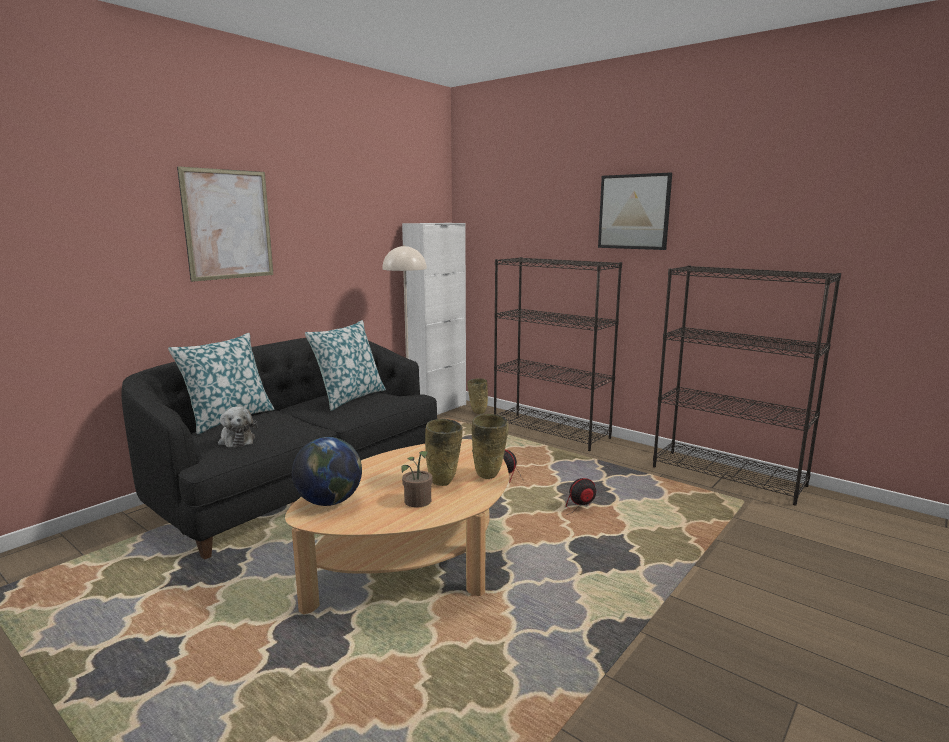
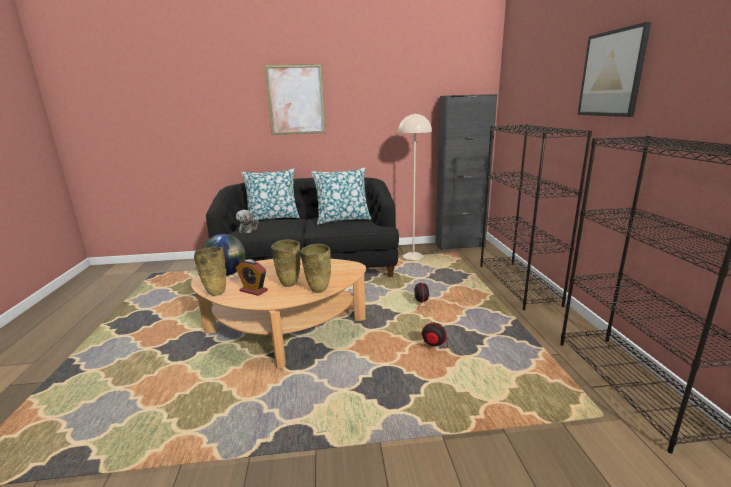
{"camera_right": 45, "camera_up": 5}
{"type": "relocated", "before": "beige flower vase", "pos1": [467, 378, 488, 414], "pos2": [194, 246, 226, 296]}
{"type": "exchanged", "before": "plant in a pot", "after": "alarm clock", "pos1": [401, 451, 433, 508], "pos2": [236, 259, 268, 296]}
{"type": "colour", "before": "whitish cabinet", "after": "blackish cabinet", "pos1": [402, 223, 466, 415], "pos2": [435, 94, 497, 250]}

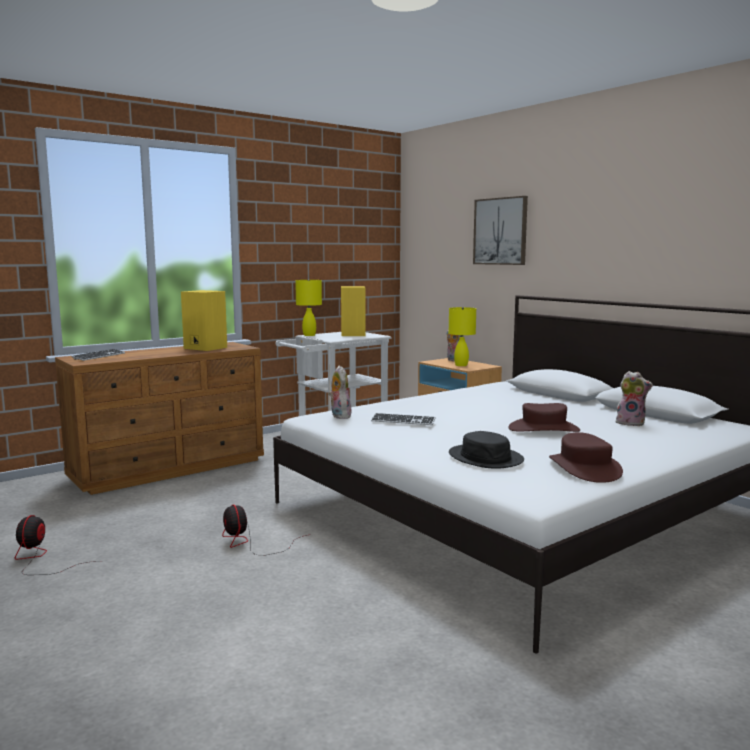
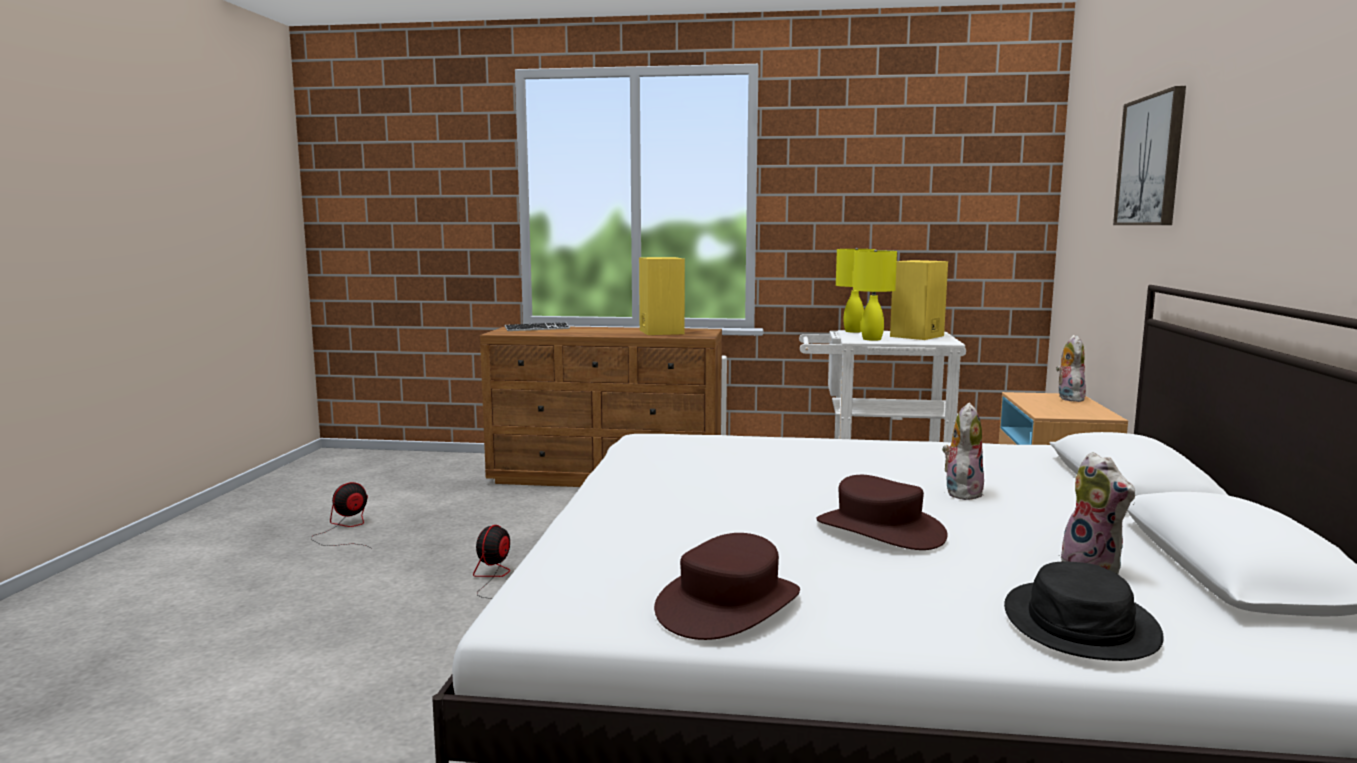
{"camera_right": 45, "camera_up": 0}
{"type": "missing", "before": "PC keyboard", "pos1": [371, 413, 436, 425]}
{"type": "relocated", "before": "cuddly toy", "pos1": [328, 366, 351, 419], "pos2": [942, 403, 984, 500]}
{"type": "relocated", "before": "yellow-coloured lamp for a table", "pos1": [449, 307, 476, 366], "pos2": [853, 249, 897, 341]}
{"type": "relocated", "before": "blackish clothing hat", "pos1": [449, 431, 524, 469], "pos2": [1004, 561, 1164, 661]}

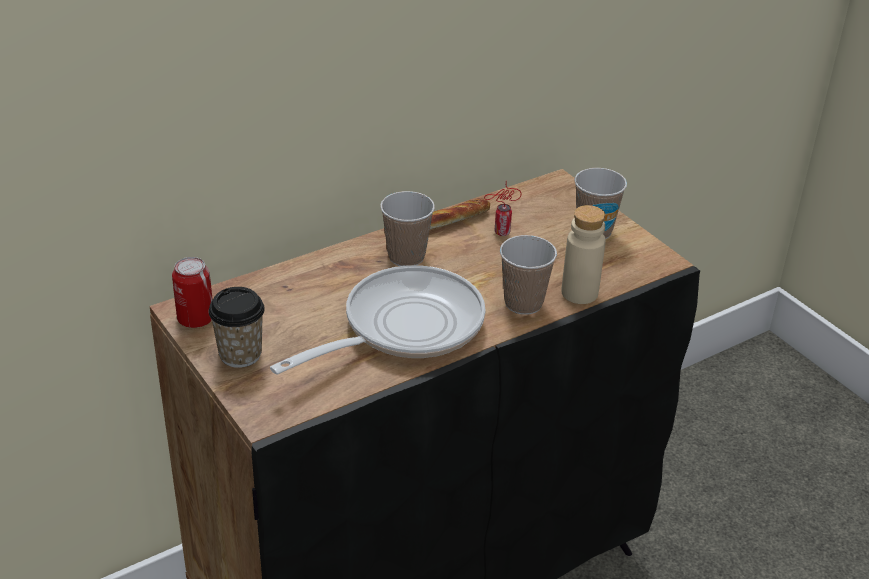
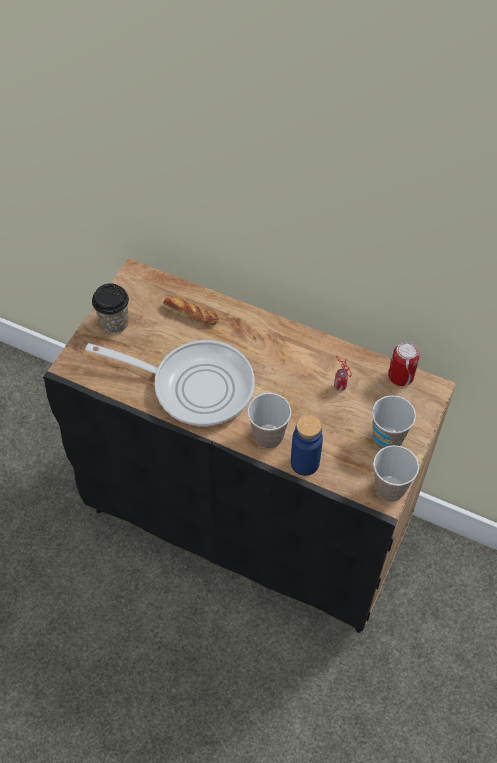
{"camera_right": 60, "camera_up": 20}
{"type": "relocated", "before": "metal can", "pos1": [172, 257, 213, 328], "pos2": [388, 341, 420, 386]}
{"type": "relocated", "before": "small cup", "pos1": [380, 191, 435, 266], "pos2": [373, 445, 419, 502]}
{"type": "relocated", "before": "bread", "pos1": [430, 198, 490, 230], "pos2": [163, 297, 219, 325]}
{"type": "colour", "before": "beige drink bottle", "after": "blue-coloured drink bottle", "pos1": [561, 205, 606, 304], "pos2": [291, 415, 323, 476]}

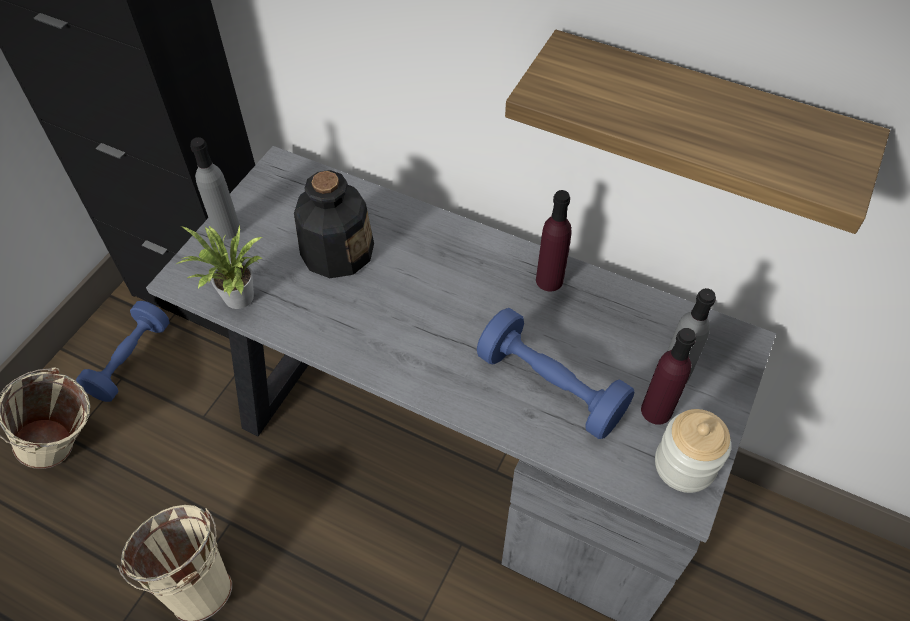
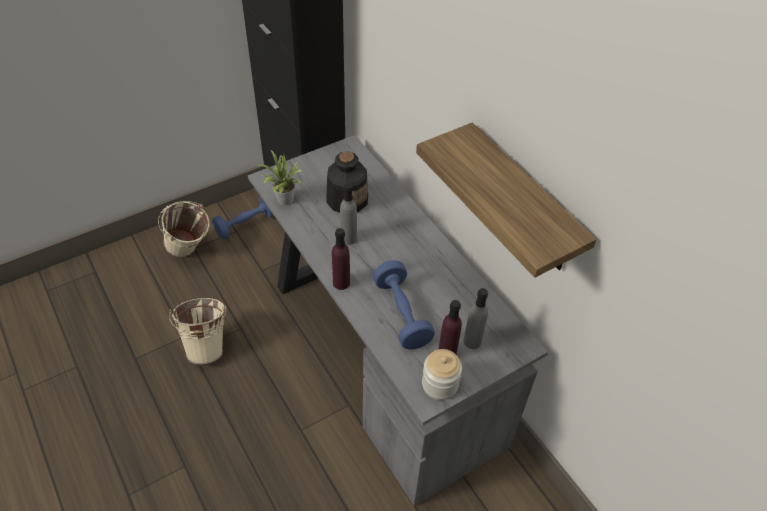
{"camera_right": 30, "camera_up": -5}
{"type": "relocated", "before": "grey drink bottle", "pos1": [190, 137, 240, 240], "pos2": [340, 183, 357, 245]}
{"type": "relocated", "before": "purplish drink bottle", "pos1": [536, 190, 572, 292], "pos2": [332, 228, 350, 290]}

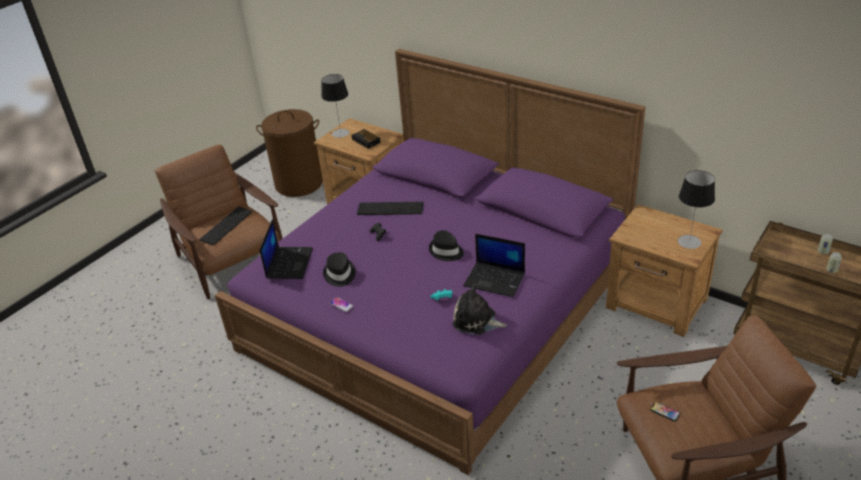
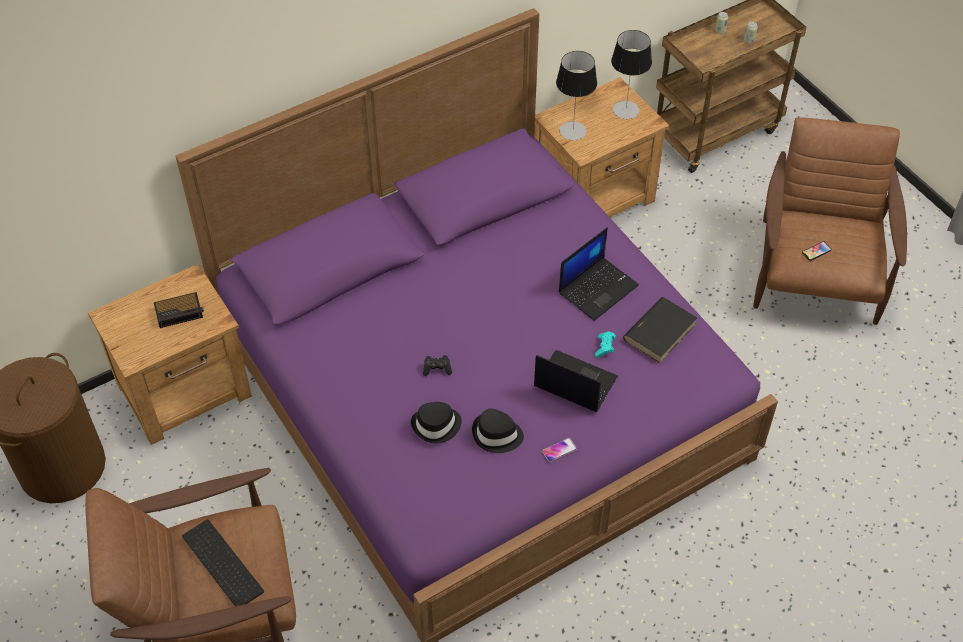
{"camera_right": -70, "camera_up": 15}
{"type": "missing", "before": "PC keyboard", "pos1": [357, 202, 424, 215]}
{"type": "relocated", "before": "notebook computer", "pos1": [260, 219, 313, 279], "pos2": [534, 350, 618, 412]}
{"type": "relocated", "before": "lamp for a table", "pos1": [321, 74, 349, 138], "pos2": [556, 51, 597, 140]}
{"type": "relocated", "before": "blackish clothing hat", "pos1": [429, 230, 464, 261], "pos2": [411, 402, 462, 443]}
{"type": "exchanged", "before": "cuddly toy", "after": "blackish book", "pos1": [452, 284, 507, 335], "pos2": [623, 297, 697, 363]}

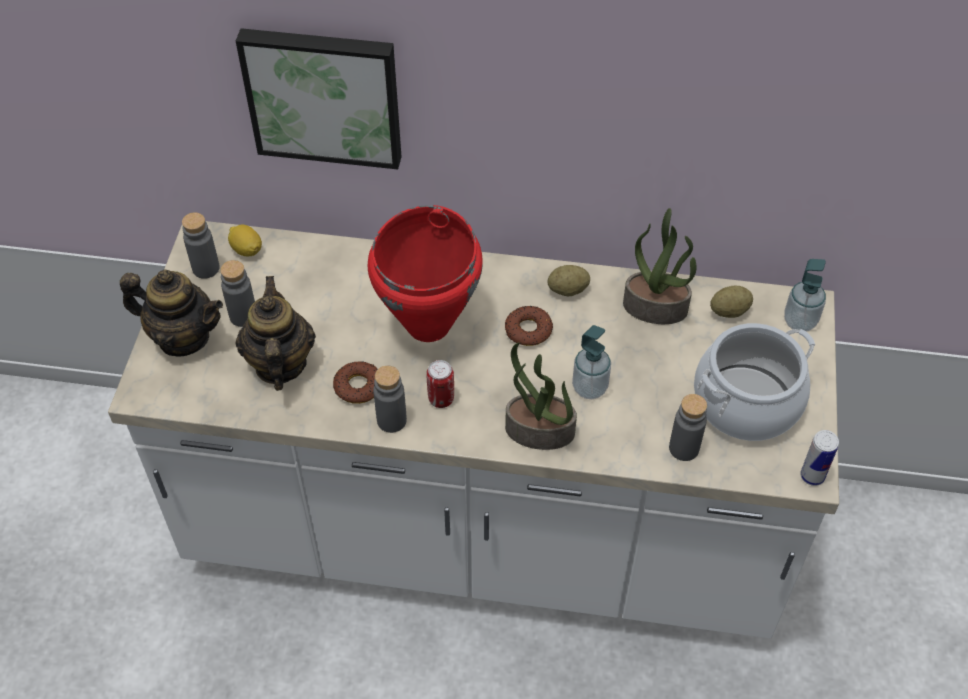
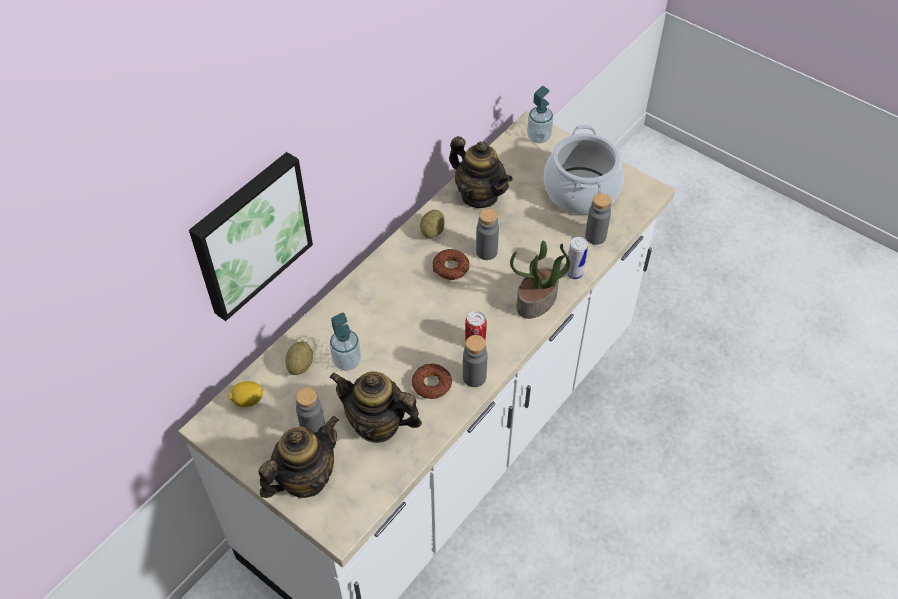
{"camera_right": -60, "camera_up": 0}
{"type": "missing", "before": "reddish saucepot", "pos1": [368, 205, 483, 342]}
{"type": "relocated", "before": "grey drink bottle", "pos1": [182, 212, 220, 279], "pos2": [476, 208, 499, 260]}
{"type": "relocated", "before": "soap bottle", "pos1": [572, 325, 611, 399], "pos2": [330, 313, 361, 371]}
{"type": "relocated", "before": "whole potato", "pos1": [710, 286, 753, 318], "pos2": [285, 341, 313, 375]}
{"type": "relocated", "before": "metal can", "pos1": [800, 430, 839, 486], "pos2": [566, 237, 588, 280]}
{"type": "exchanged", "before": "plant in a pot", "after": "teapot", "pos1": [623, 208, 696, 324], "pos2": [449, 136, 513, 208]}

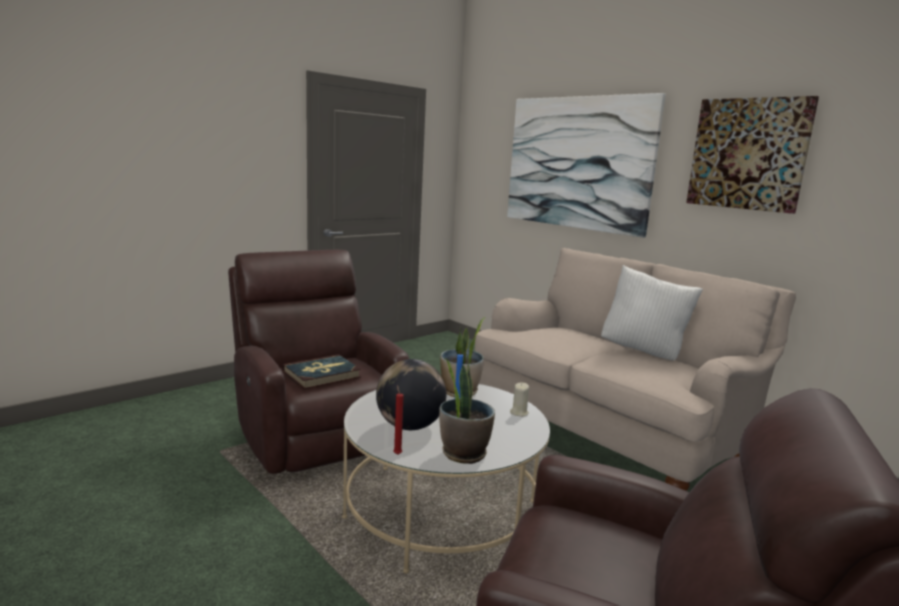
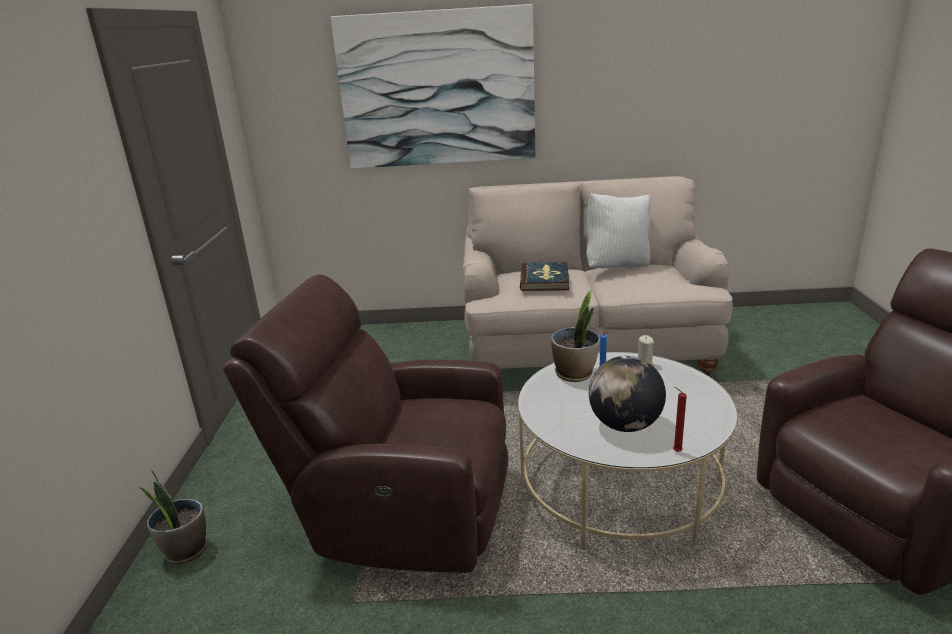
{"camera_right": -45, "camera_up": 10}
{"type": "missing", "before": "wall art", "pos1": [686, 96, 819, 214]}
{"type": "relocated", "before": "book", "pos1": [282, 354, 361, 389], "pos2": [520, 262, 569, 291]}
{"type": "relocated", "before": "plant in a pot", "pos1": [439, 355, 495, 464], "pos2": [138, 470, 207, 564]}

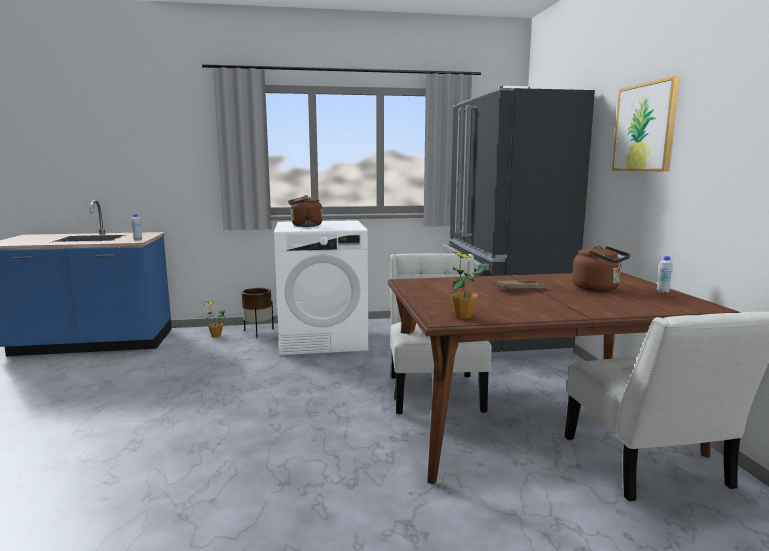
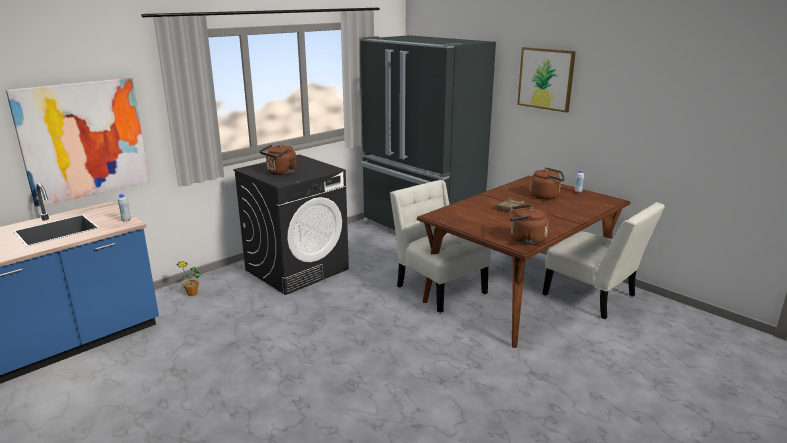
{"camera_right": -35, "camera_up": 10}
{"type": "missing", "before": "brown flower pot", "pos1": [241, 288, 274, 338]}
{"type": "appeared", "after": "wall art", "pos2": [6, 78, 150, 207]}
{"type": "exchanged", "before": "plant in a pot", "after": "brown water kettle", "pos1": [450, 252, 486, 319], "pos2": [510, 205, 548, 245]}
{"type": "colour", "before": "whitish washing machine", "after": "blackish washing machine", "pos1": [274, 220, 368, 355], "pos2": [233, 154, 349, 295]}

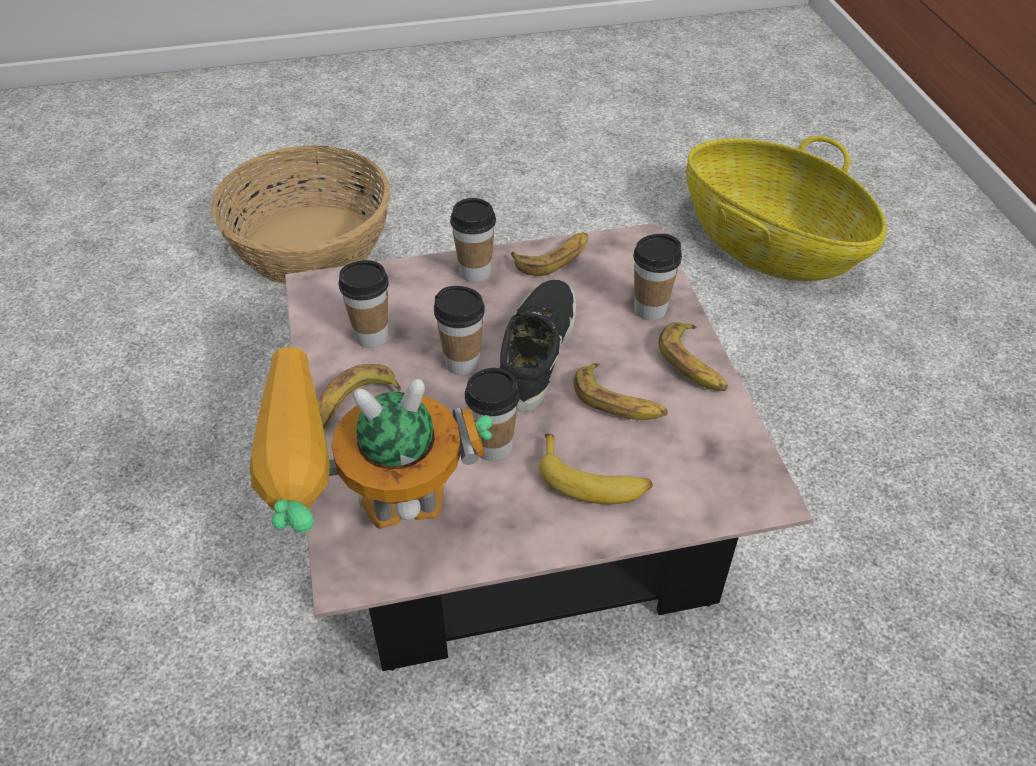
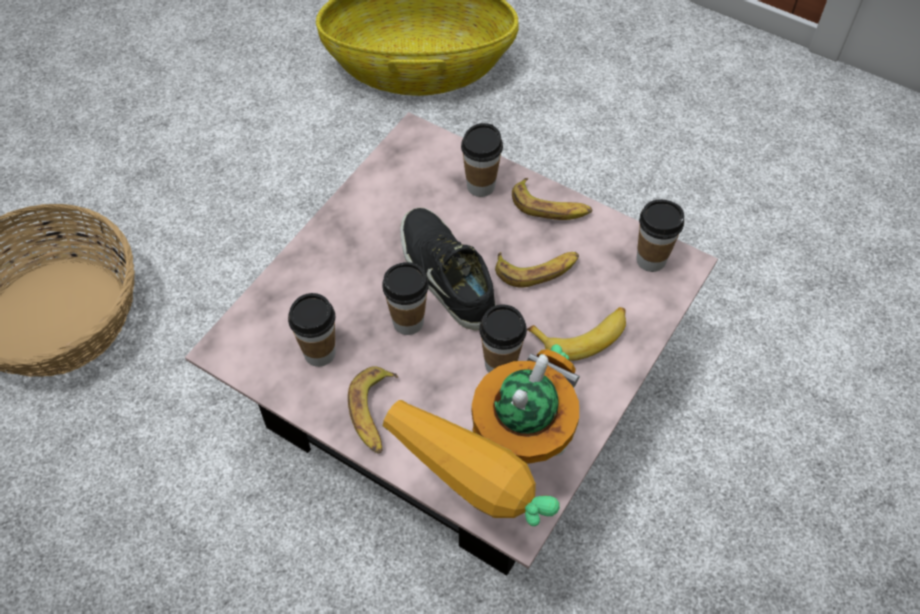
{"camera_right": -45, "camera_up": 10}
{"type": "missing", "before": "banana fruit", "pos1": [511, 233, 588, 276]}
{"type": "relocated", "before": "small cup", "pos1": [450, 198, 496, 282], "pos2": [636, 200, 684, 272]}

